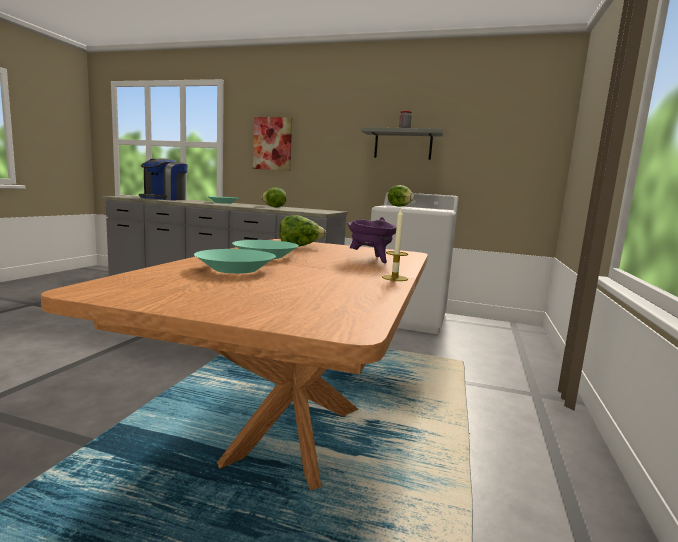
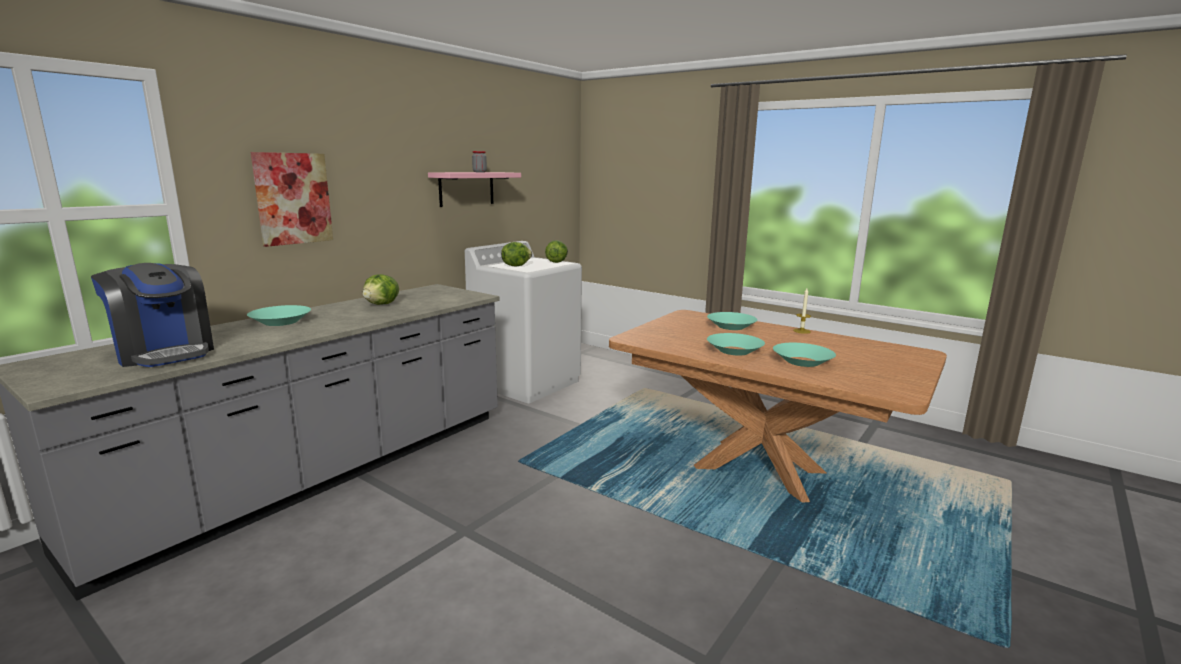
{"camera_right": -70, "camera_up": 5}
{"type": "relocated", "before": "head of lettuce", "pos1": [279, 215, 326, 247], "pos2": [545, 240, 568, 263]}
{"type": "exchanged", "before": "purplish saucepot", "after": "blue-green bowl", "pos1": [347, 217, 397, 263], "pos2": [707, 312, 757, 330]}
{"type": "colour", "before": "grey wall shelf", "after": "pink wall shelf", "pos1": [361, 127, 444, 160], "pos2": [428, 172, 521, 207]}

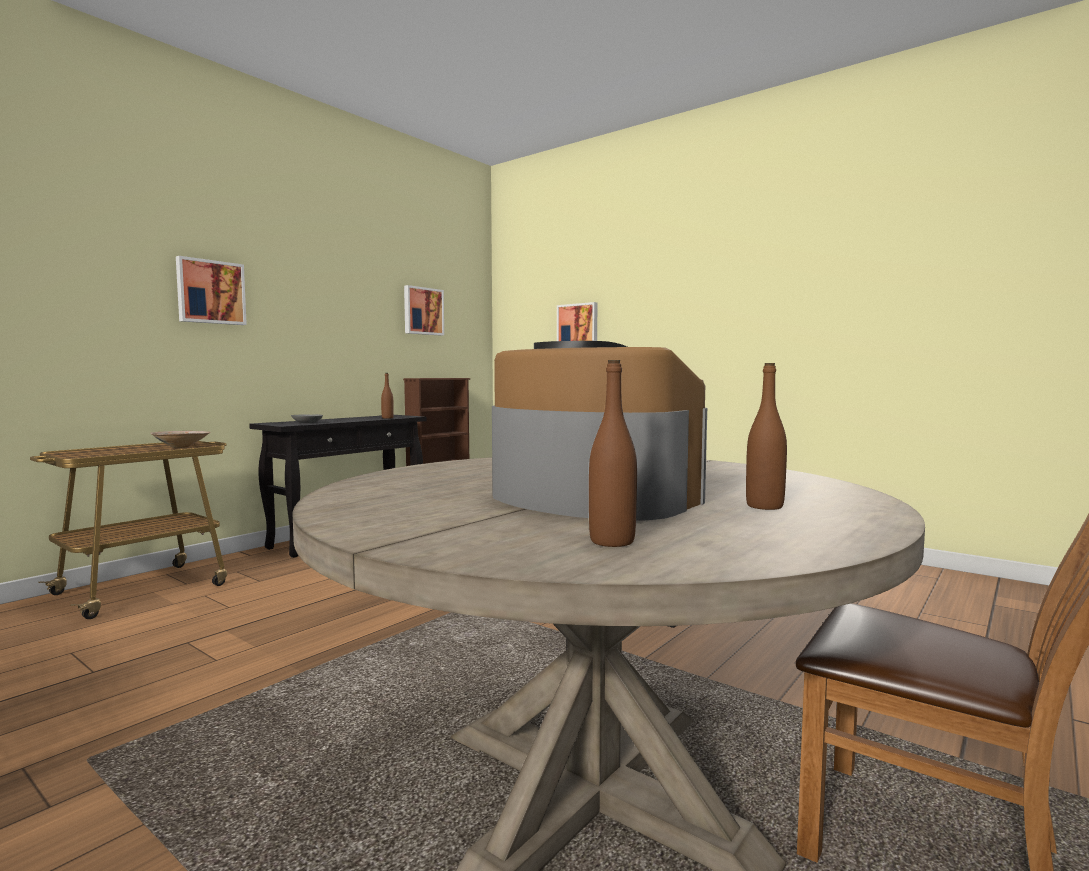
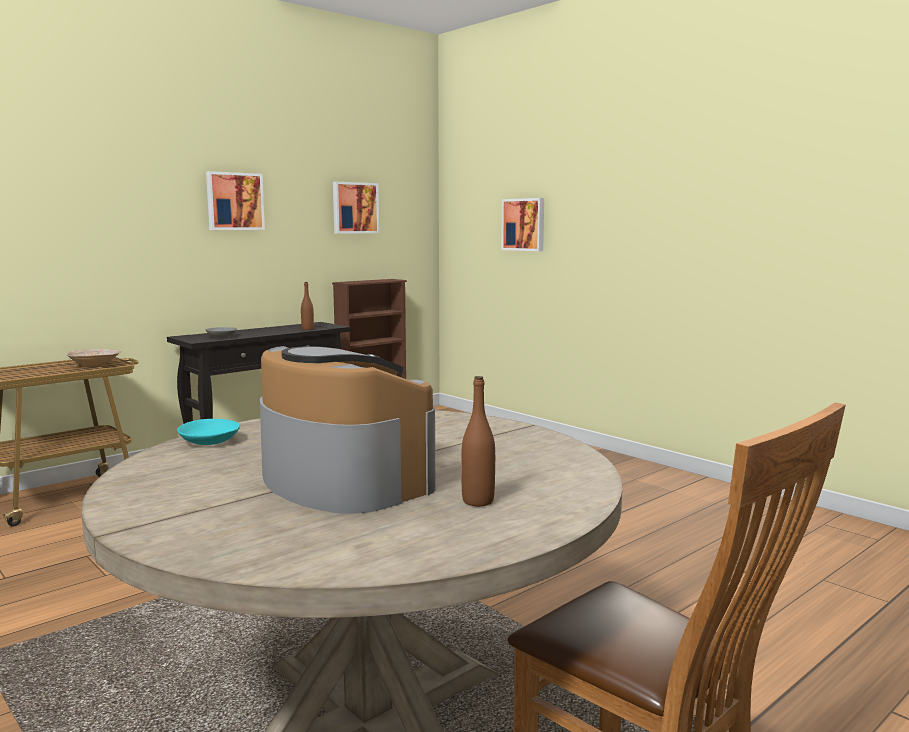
{"camera_right": 10, "camera_up": 5}
{"type": "missing", "before": "brown drink bottle", "pos1": [589, 360, 637, 547]}
{"type": "appeared", "after": "blue-green bowl", "pos2": [177, 419, 240, 445]}
{"type": "relocated", "before": "wall art", "pos1": [176, 256, 247, 325], "pos2": [206, 171, 265, 230]}

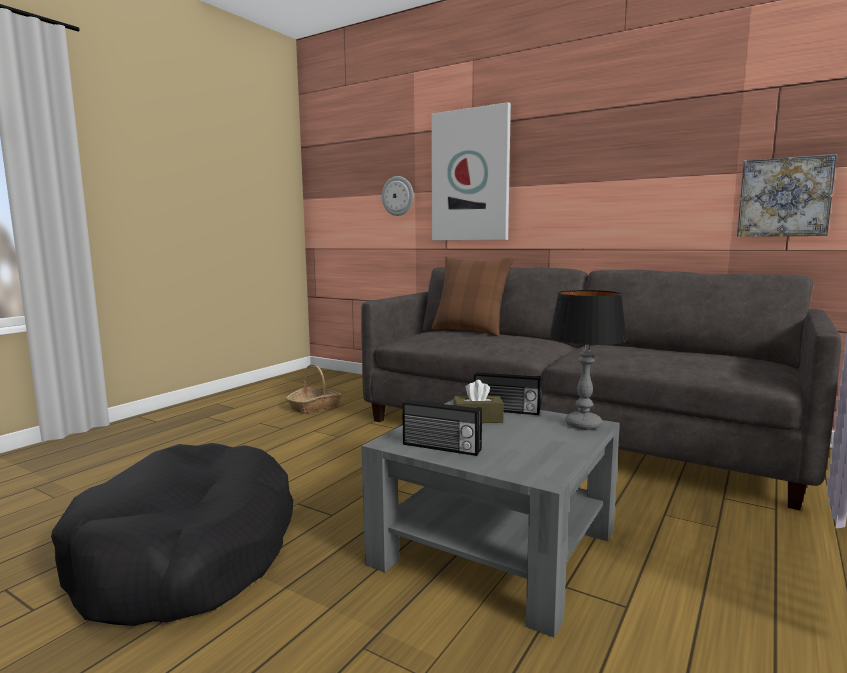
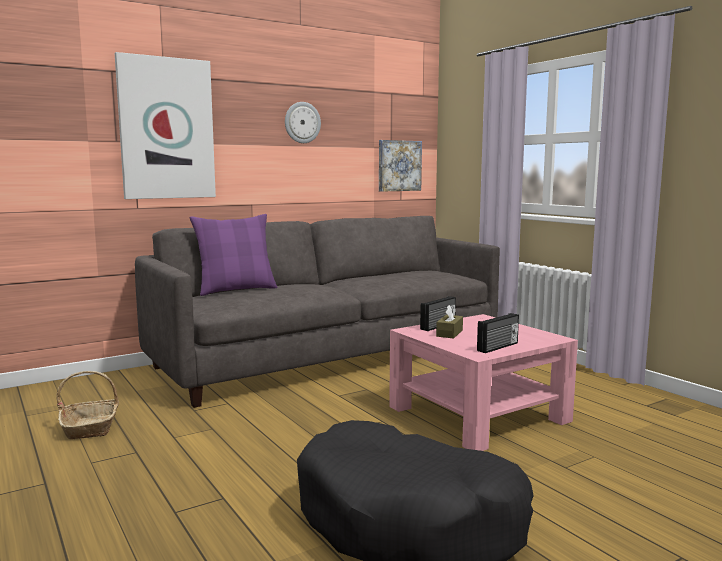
{"camera_right": -65, "camera_up": 0}
{"type": "missing", "before": "lamp for a table", "pos1": [549, 290, 627, 430]}
{"type": "relocated", "before": "wall clock", "pos1": [382, 176, 414, 216], "pos2": [285, 102, 321, 143]}
{"type": "colour", "before": "grey coffee table", "after": "pink coffee table", "pos1": [361, 399, 620, 638], "pos2": [389, 314, 578, 451]}
{"type": "colour", "before": "brown pillow", "after": "purplish pillow", "pos1": [431, 256, 514, 336], "pos2": [189, 214, 278, 296]}

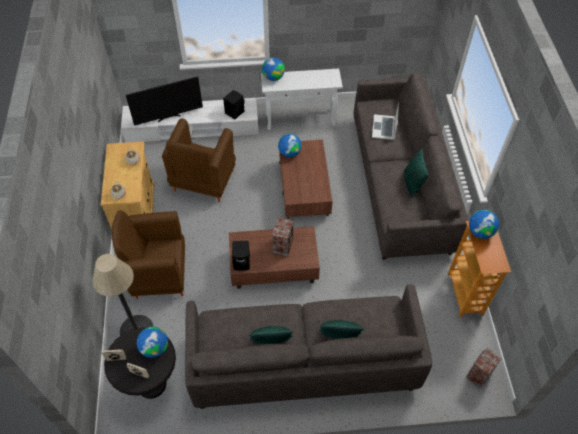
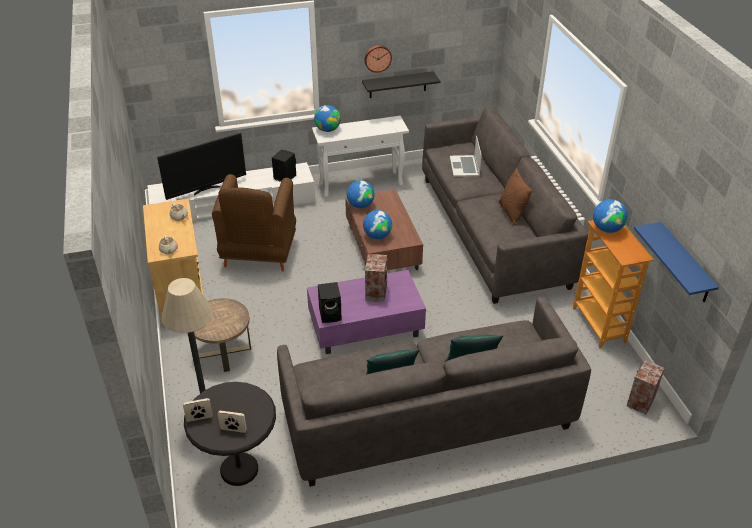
{"camera_right": -10, "camera_up": -15}
{"type": "appeared", "after": "blackish wall shelf", "pos2": [362, 71, 440, 98]}
{"type": "appeared", "after": "wall clock", "pos2": [364, 45, 392, 73]}
{"type": "appeared", "after": "blue-coloured wall shelf", "pos2": [634, 222, 719, 302]}
{"type": "relocated", "before": "globe", "pos1": [137, 327, 168, 358], "pos2": [363, 210, 392, 239]}
{"type": "exchanged", "before": "brown lounge chair", "after": "brown end table", "pos1": [112, 210, 185, 299], "pos2": [194, 298, 251, 372]}
{"type": "colour", "before": "brown coffee table", "after": "purplish coffee table", "pos1": [229, 226, 320, 289], "pos2": [307, 270, 426, 354]}
{"type": "colour", "before": "green pillow", "after": "brown pillow", "pos1": [404, 148, 429, 197], "pos2": [499, 167, 532, 225]}

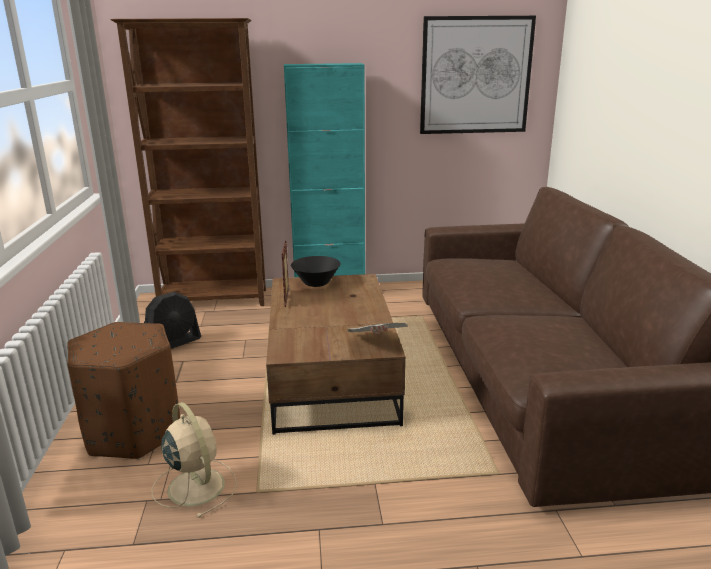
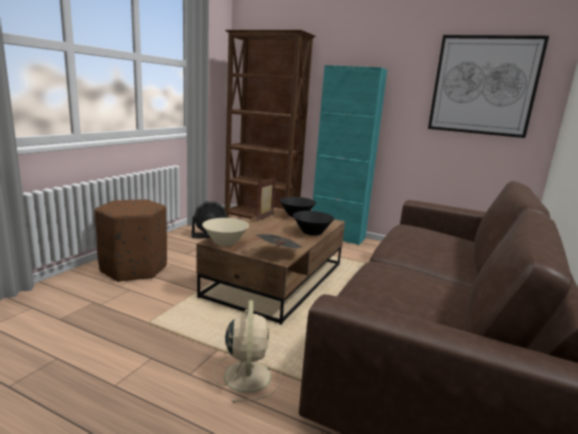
{"camera_right": 30, "camera_up": -5}
{"type": "appeared", "after": "beige bowl", "pos2": [202, 218, 249, 246]}
{"type": "appeared", "after": "blackish bowl", "pos2": [293, 211, 334, 236]}
{"type": "relocated", "before": "beige cooling fan", "pos1": [152, 402, 237, 518], "pos2": [213, 300, 281, 403]}

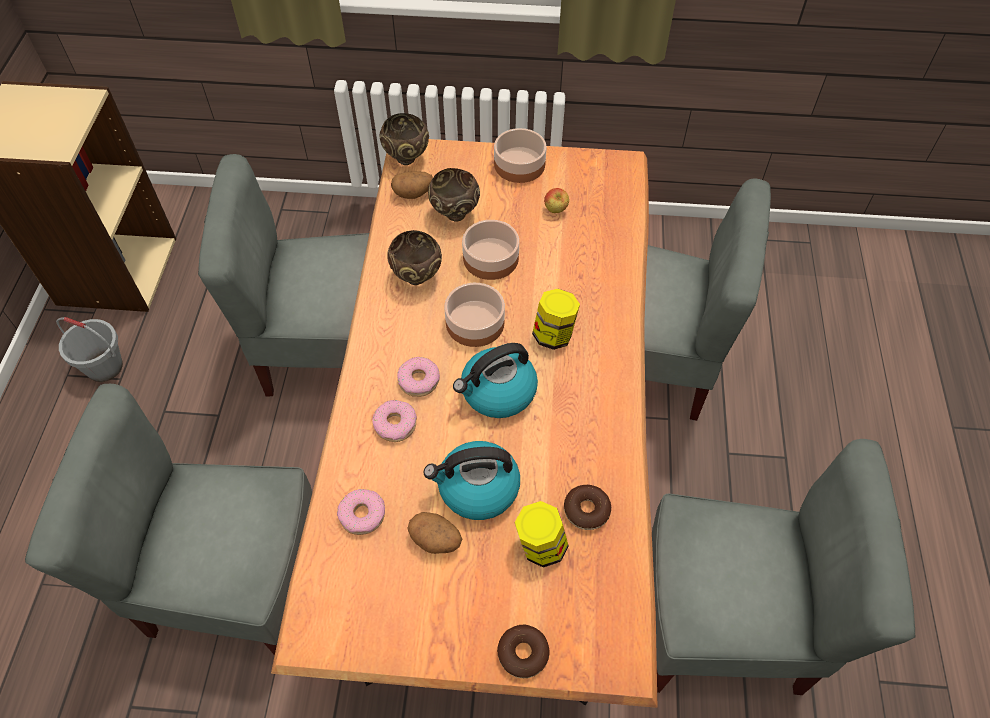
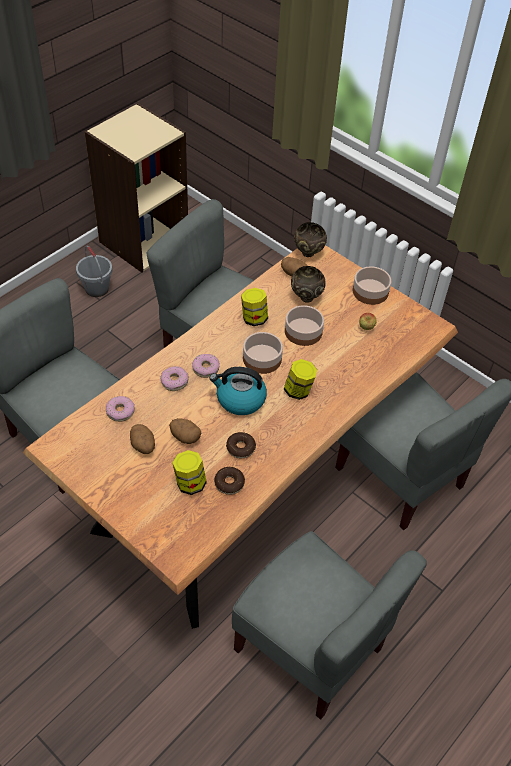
{"camera_right": 35, "camera_up": -5}
{"type": "relocated", "before": "doughnut", "pos1": [497, 625, 550, 678], "pos2": [226, 432, 256, 459]}
{"type": "exchanged", "before": "brown bowl", "after": "preserve jar", "pos1": [387, 230, 442, 285], "pos2": [241, 288, 268, 326]}
{"type": "exchanged", "before": "water kettle", "after": "whole potato", "pos1": [424, 441, 520, 520], "pos2": [169, 418, 201, 444]}

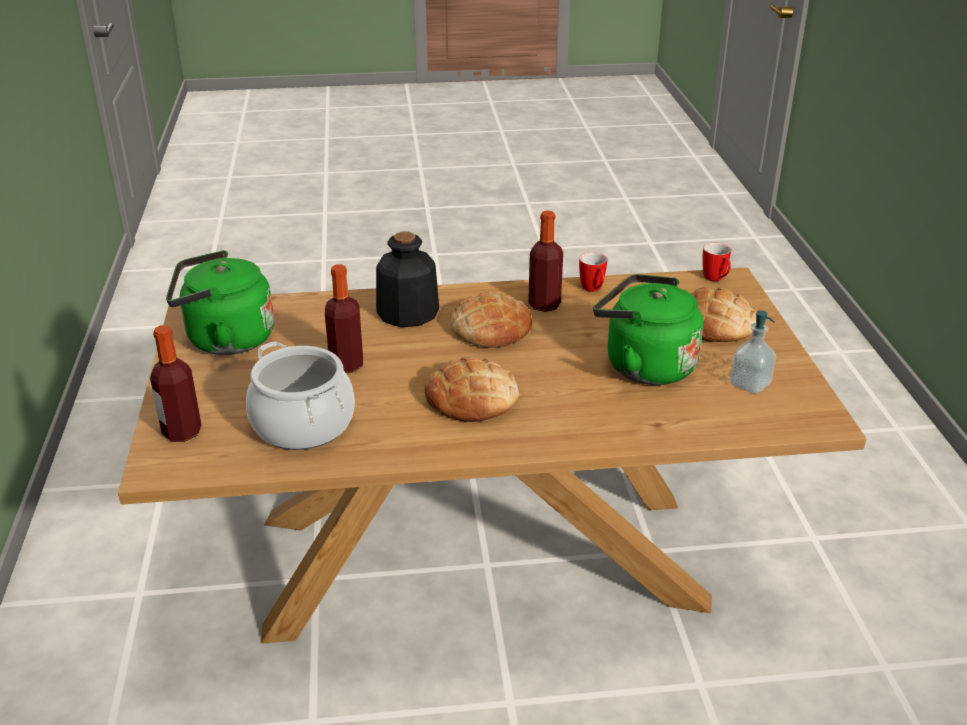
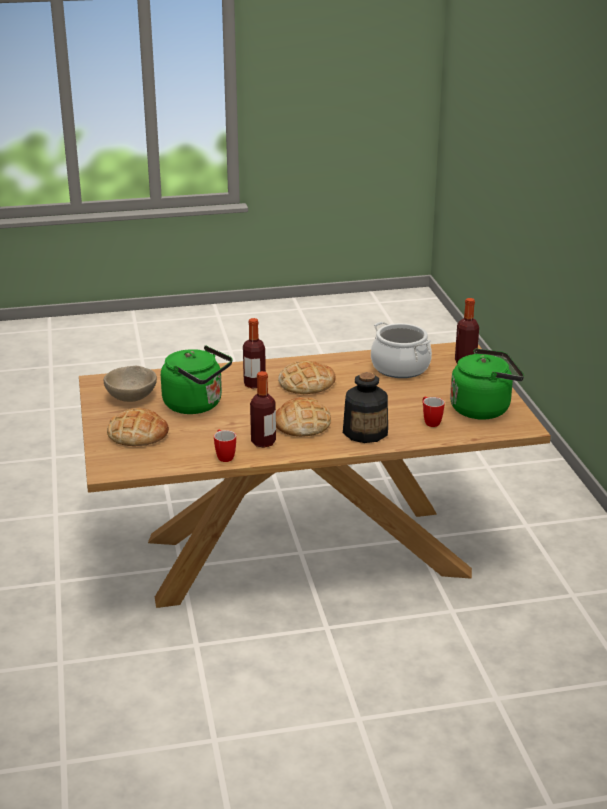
{"camera_right": 175, "camera_up": -5}
{"type": "relocated", "before": "drink bottle", "pos1": [325, 264, 363, 373], "pos2": [243, 318, 266, 389]}
{"type": "relocated", "before": "mug", "pos1": [702, 243, 731, 281], "pos2": [423, 397, 445, 427]}
{"type": "exchanged", "before": "soap bottle", "after": "beige bowl", "pos1": [730, 310, 776, 394], "pos2": [104, 365, 157, 402]}

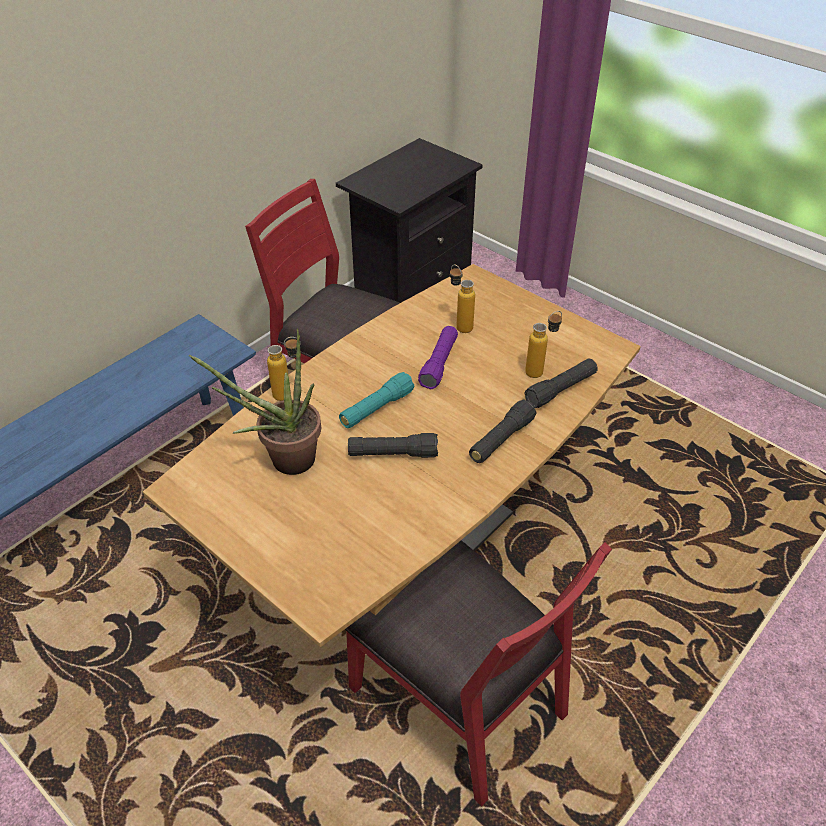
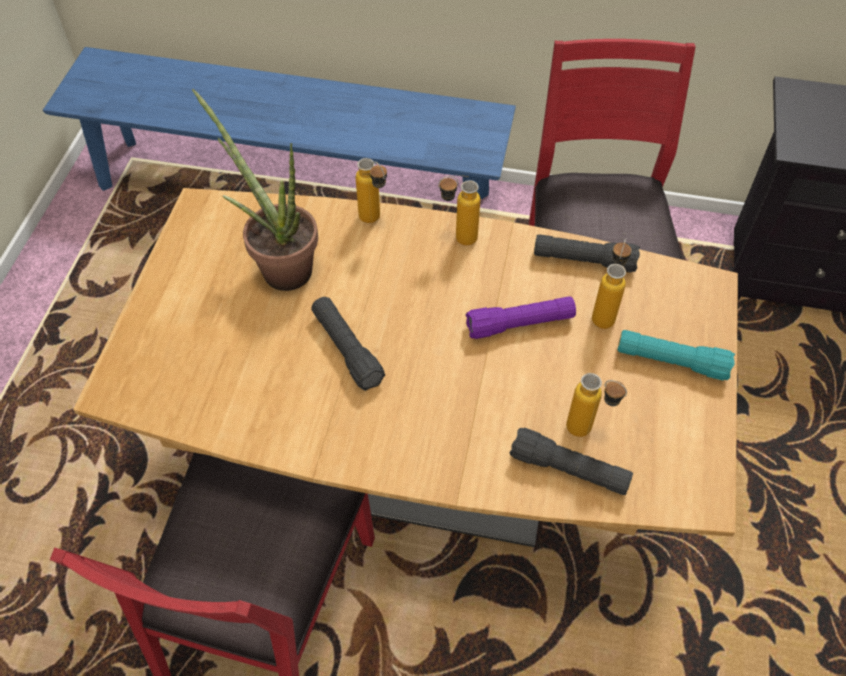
{"camera_right": 60, "camera_up": 10}
{"type": "appeared", "after": "drink bottle", "pos2": [438, 176, 480, 246]}
{"type": "relocated", "before": "blue-green torch", "pos1": [339, 372, 414, 428], "pos2": [618, 330, 735, 380]}
{"type": "relocated", "before": "blackish torch", "pos1": [469, 400, 537, 463], "pos2": [534, 234, 640, 272]}

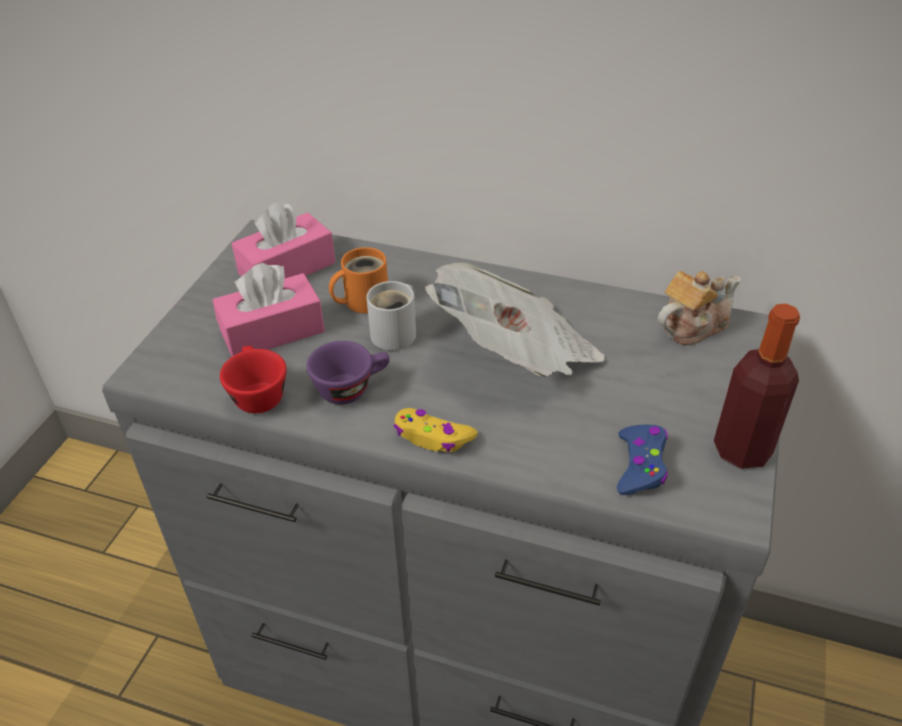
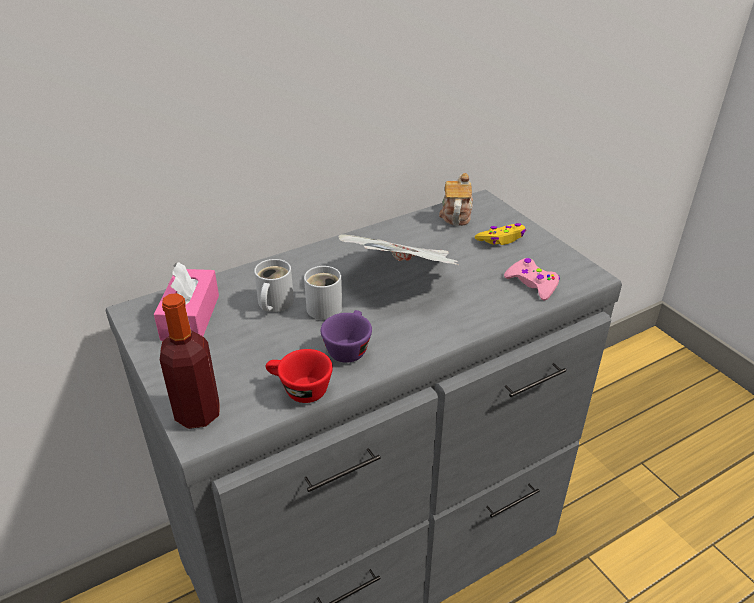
{"camera_right": -50, "camera_up": -5}
{"type": "missing", "before": "pink tissue box", "pos1": [213, 263, 325, 356]}
{"type": "relocated", "before": "yellow-coloured gamepad", "pos1": [394, 408, 478, 452], "pos2": [475, 223, 526, 245]}
{"type": "relocated", "before": "drink bottle", "pos1": [714, 304, 800, 469], "pos2": [160, 293, 220, 429]}
{"type": "colour", "before": "orangey mug", "after": "whitish mug", "pos1": [329, 247, 388, 314], "pos2": [254, 259, 294, 312]}
{"type": "colour", "before": "blue-coloured gamepad", "after": "pink gamepad", "pos1": [617, 425, 668, 495], "pos2": [504, 258, 560, 301]}

